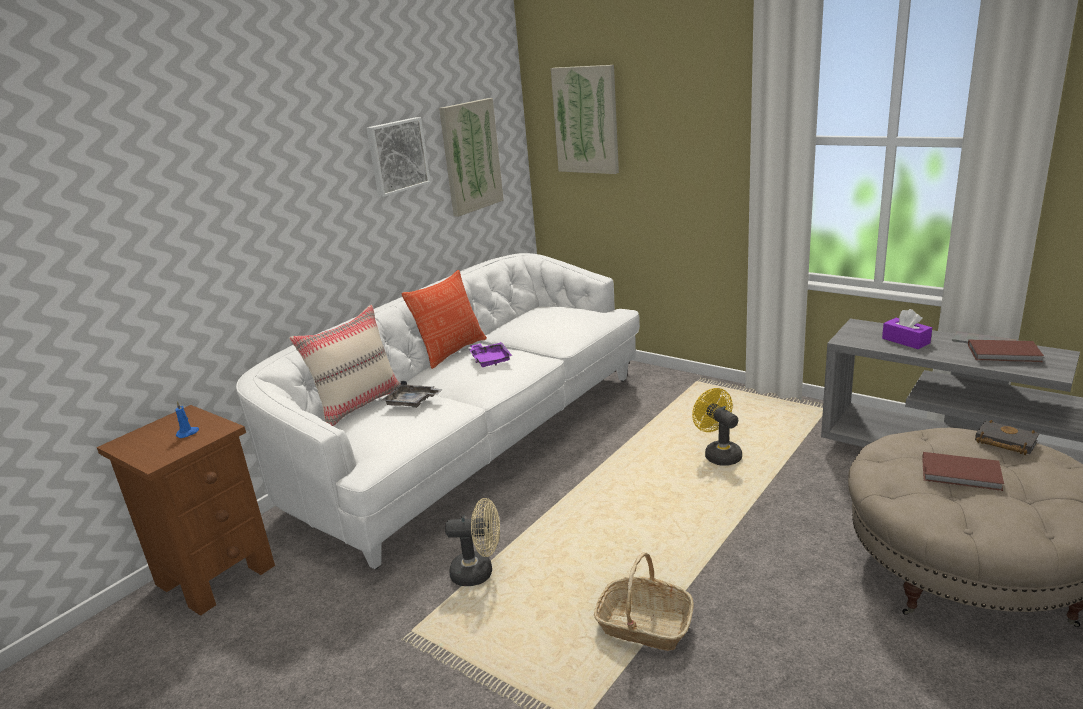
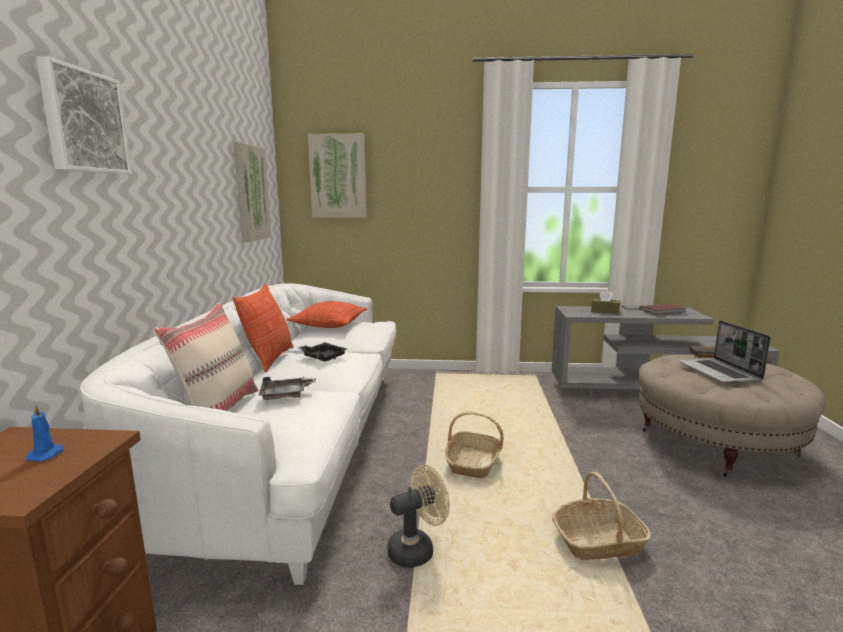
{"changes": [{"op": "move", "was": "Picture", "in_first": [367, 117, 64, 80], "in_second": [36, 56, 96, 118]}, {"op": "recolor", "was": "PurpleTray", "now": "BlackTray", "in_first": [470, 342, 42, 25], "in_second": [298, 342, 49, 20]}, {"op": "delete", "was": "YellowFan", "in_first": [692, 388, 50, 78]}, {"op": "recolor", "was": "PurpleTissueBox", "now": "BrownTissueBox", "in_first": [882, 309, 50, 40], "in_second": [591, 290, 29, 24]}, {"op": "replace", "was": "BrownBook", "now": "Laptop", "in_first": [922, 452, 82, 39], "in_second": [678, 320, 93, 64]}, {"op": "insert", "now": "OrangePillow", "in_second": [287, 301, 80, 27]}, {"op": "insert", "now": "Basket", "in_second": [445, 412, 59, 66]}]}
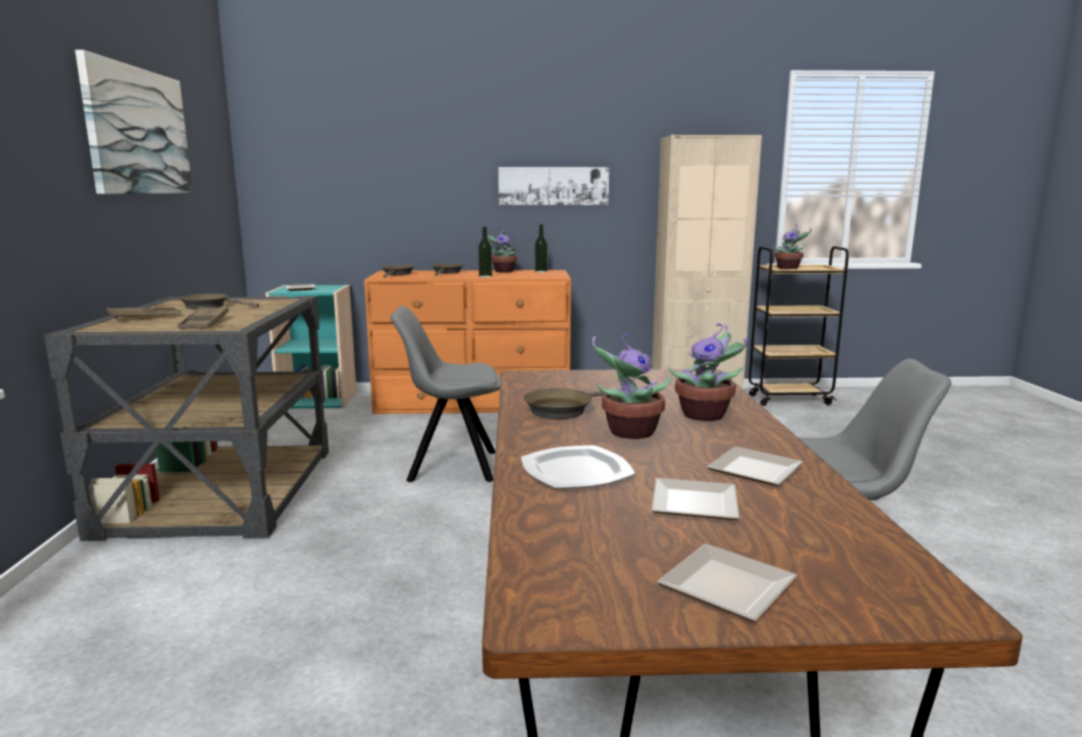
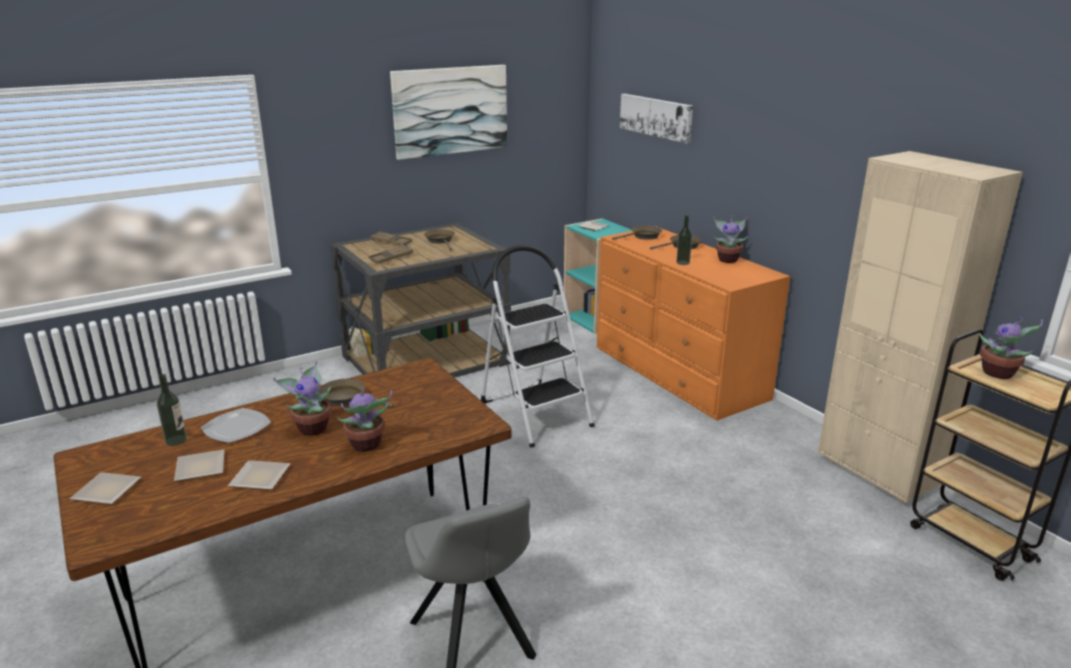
{"changes": [{"op": "replace", "was": "GreyChair", "now": "StepLadder", "in_first": [390, 306, 111, 176], "in_second": [481, 245, 114, 203]}, {"op": "move", "was": "Picture", "in_first": [498, 167, 111, 38], "in_second": [620, 94, 73, 50]}, {"op": "move", "was": "Bottle", "in_first": [535, 224, 13, 49], "in_second": [157, 374, 30, 72]}]}
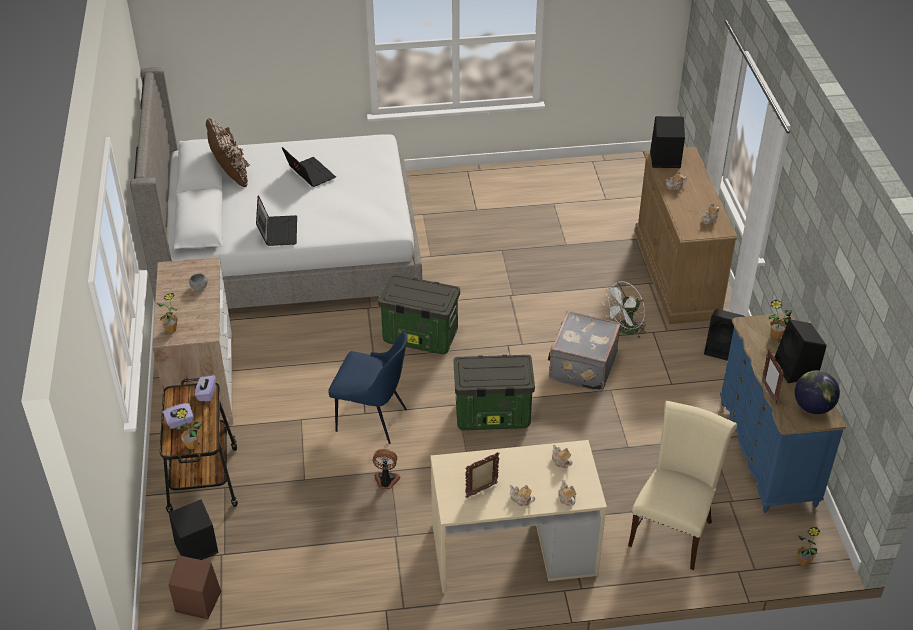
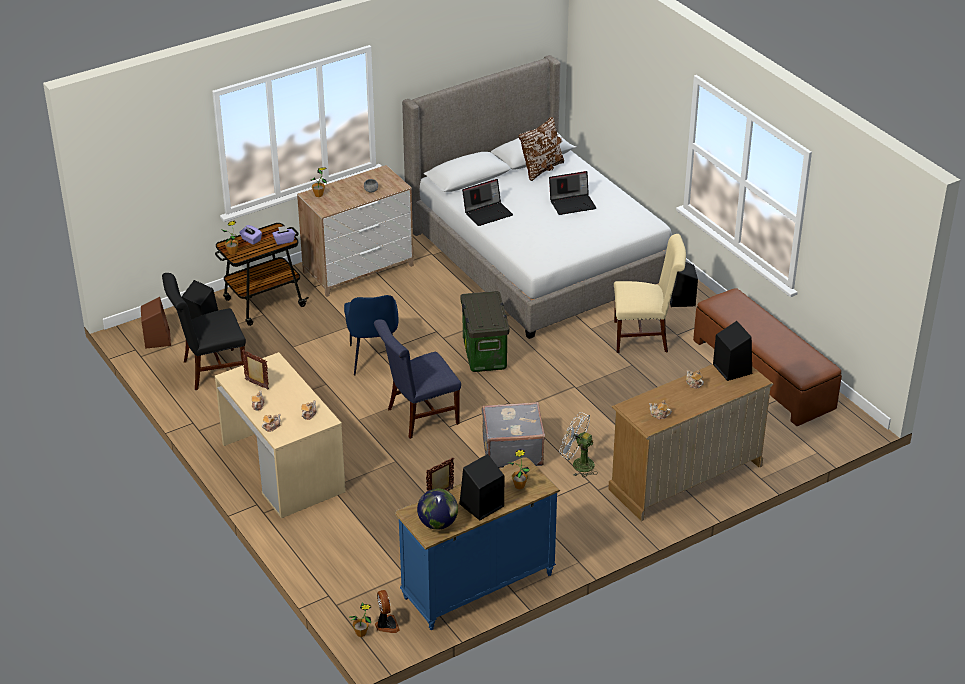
{"changes": [{"op": "rotate", "was": "Laptop", "in_first": [282, 147, 54, 40], "in_second": [549, 171, 47, 44], "clockwise": 45}, {"op": "move", "was": "Fan", "in_first": [373, 449, 28, 41], "in_second": [375, 590, 25, 43]}, {"op": "replace", "was": "StorageBox", "now": "BlueChair", "in_first": [454, 355, 81, 75], "in_second": [374, 319, 87, 120]}, {"op": "move", "was": "BeigeChair", "in_first": [628, 401, 109, 169], "in_second": [614, 234, 72, 119]}, {"op": "move", "was": "BlackSpeaker", "in_first": [704, 309, 41, 52], "in_second": [670, 262, 28, 45]}, {"op": "insert", "now": "BlackChair", "in_second": [162, 273, 84, 117]}, {"op": "insert", "now": "BrownBench", "in_second": [693, 288, 149, 138]}]}
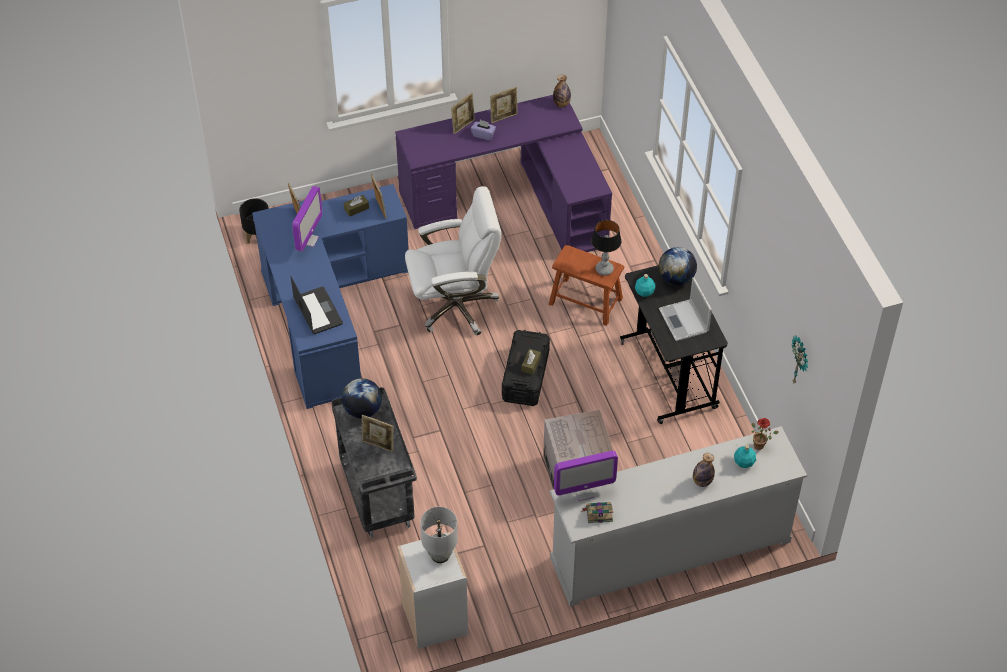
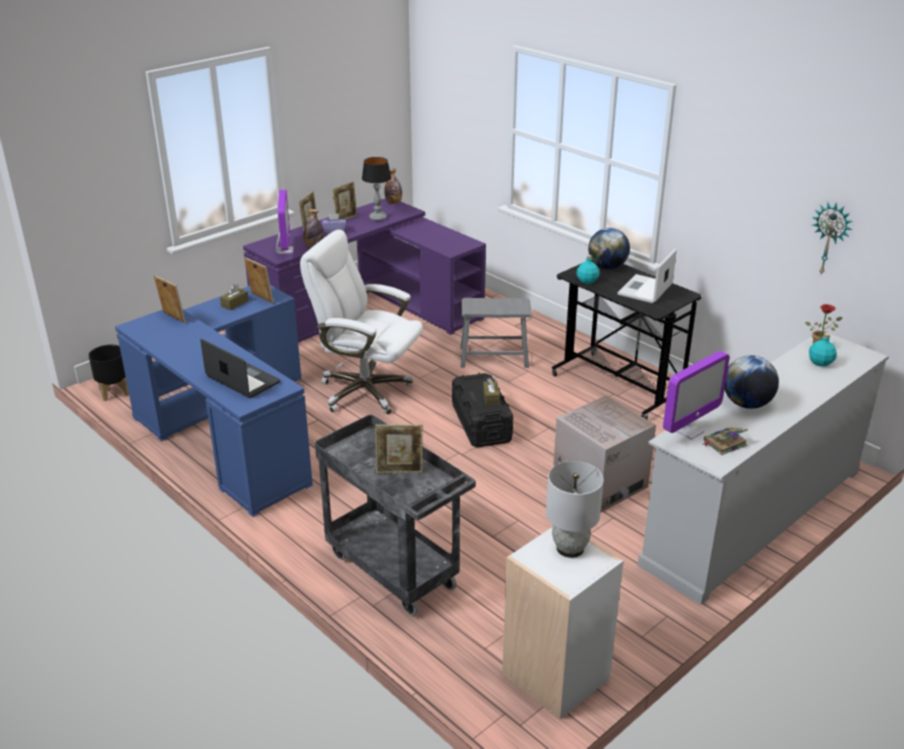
{"changes": [{"op": "move", "was": "Monitor", "in_first": [292, 186, 31, 66], "in_second": [276, 189, 18, 65]}, {"op": "move", "was": "Globe", "in_first": [342, 378, 40, 41], "in_second": [725, 355, 54, 54]}, {"op": "rotate", "was": "WhiteOfficeChair", "in_first": [405, 186, 97, 150], "in_second": [300, 230, 123, 185], "clockwise": -120}, {"op": "recolor", "was": "BrownStool", "now": "GreyStool", "in_first": [549, 245, 75, 81], "in_second": [460, 298, 72, 70]}, {"op": "move", "was": "TableLamp", "in_first": [591, 220, 30, 55], "in_second": [362, 157, 29, 64]}, {"op": "rotate", "was": "Laptop", "in_first": [659, 277, 53, 64], "in_second": [617, 249, 60, 54], "clockwise": 75}, {"op": "move", "was": "Bottle", "in_first": [693, 453, 22, 34], "in_second": [303, 209, 20, 38]}]}
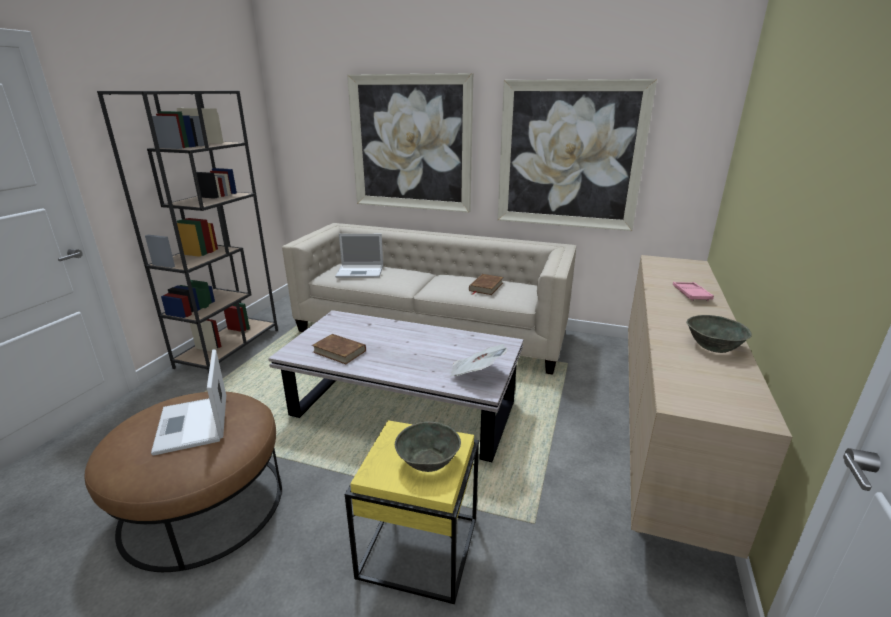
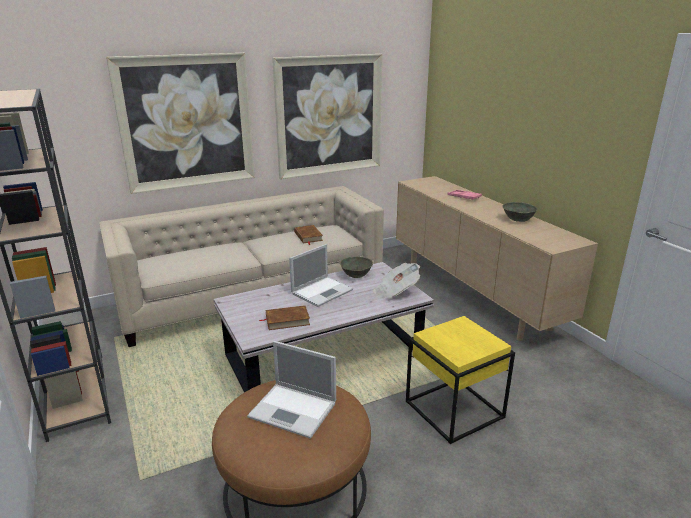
{"changes": [{"op": "move", "was": "Laptop", "in_first": [335, 234, 48, 44], "in_second": [289, 244, 64, 63]}, {"op": "move", "was": "GreyBowl", "in_first": [395, 421, 66, 51], "in_second": [340, 256, 33, 22]}]}
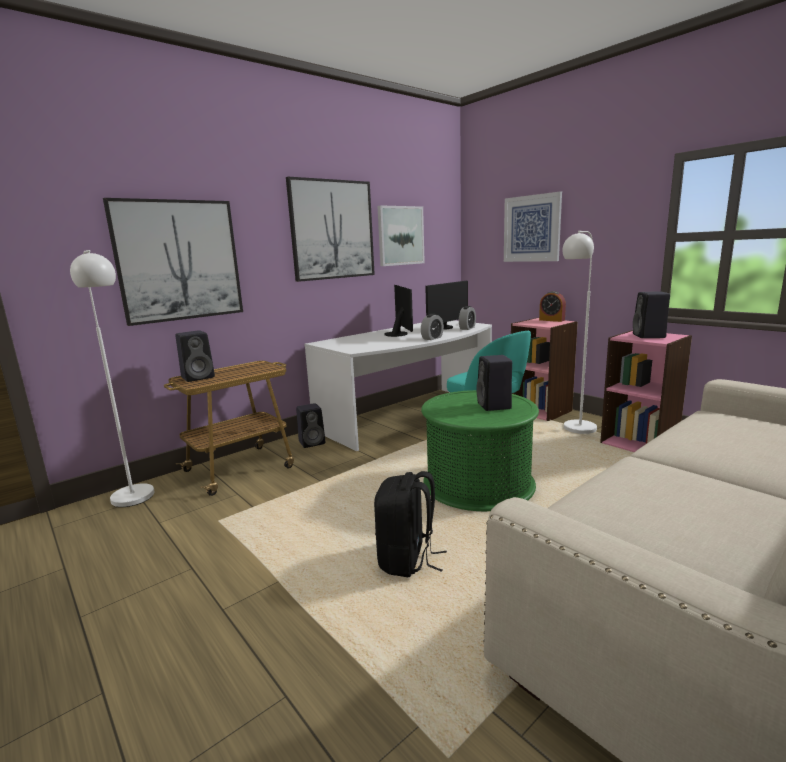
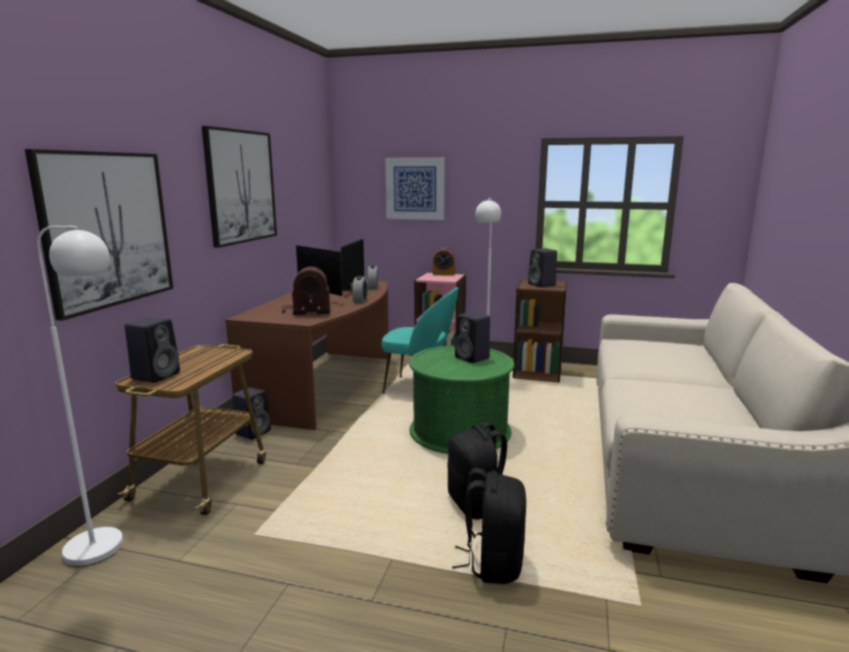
{"changes": [{"op": "recolor", "was": "WhiteDesk", "now": "BrownDesk", "in_first": [304, 320, 188, 131], "in_second": [225, 281, 164, 149]}, {"op": "delete", "was": "Picture", "in_first": [377, 205, 48, 61]}, {"op": "recolor", "was": "PinkBookcase", "now": "BrownBookcase", "in_first": [600, 330, 92, 122], "in_second": [513, 280, 54, 103]}, {"op": "insert", "now": "Radio", "in_second": [282, 266, 48, 49]}, {"op": "insert", "now": "BlackBackpack", "in_second": [452, 468, 74, 116]}]}
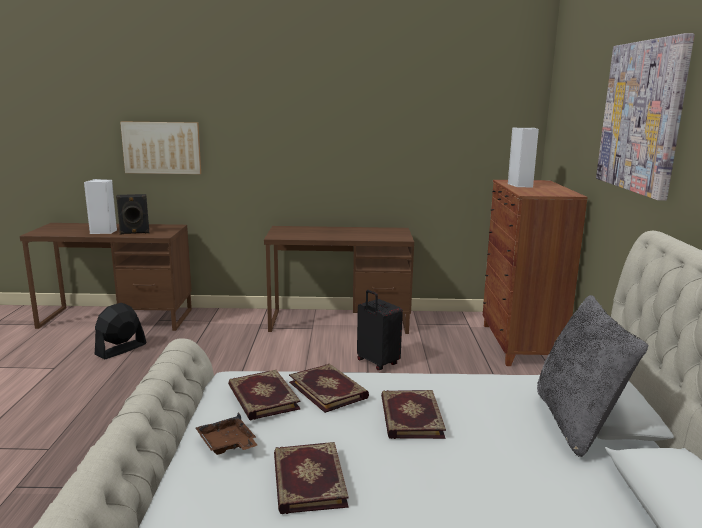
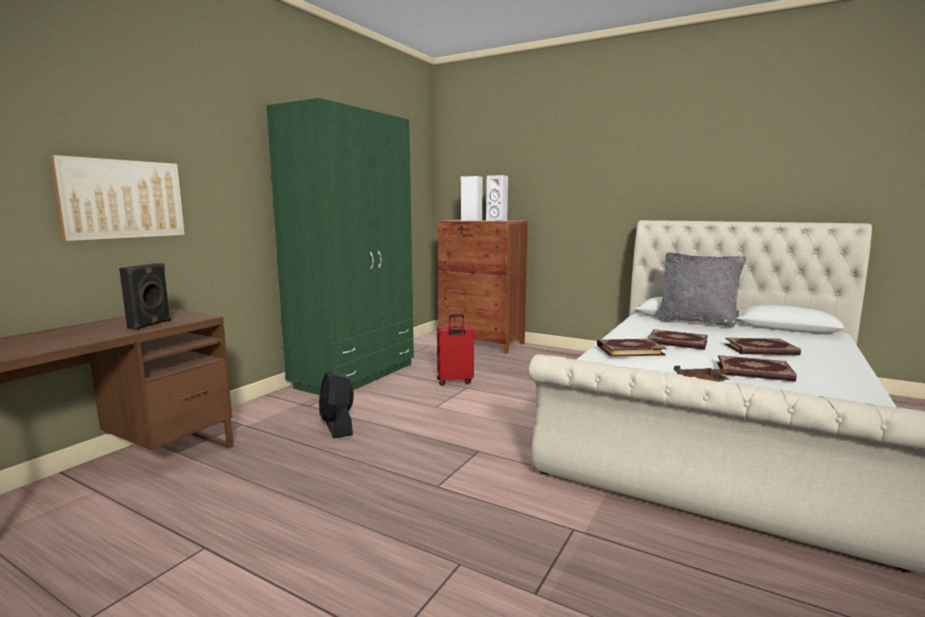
{"changes": [{"op": "move", "was": "WhiteSpeaker", "in_first": [84, 179, 33, 55], "in_second": [486, 175, 22, 46]}, {"op": "move", "was": "BlackFan", "in_first": [95, 303, 52, 56], "in_second": [319, 370, 35, 68]}, {"op": "move", "was": "Book", "in_first": [228, 370, 73, 50], "in_second": [725, 338, 76, 17]}, {"op": "replace", "was": "BrownDesk", "now": "GreenWardrobe", "in_first": [264, 226, 150, 108], "in_second": [266, 98, 148, 297]}, {"op": "recolor", "was": "BlackSuitcase", "now": "RedSuitcase", "in_first": [357, 290, 46, 80], "in_second": [437, 314, 37, 72]}, {"op": "delete", "was": "Picture", "in_first": [596, 33, 99, 168]}]}
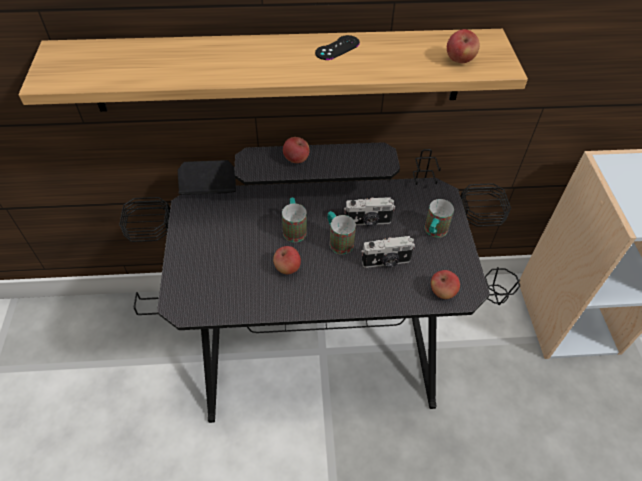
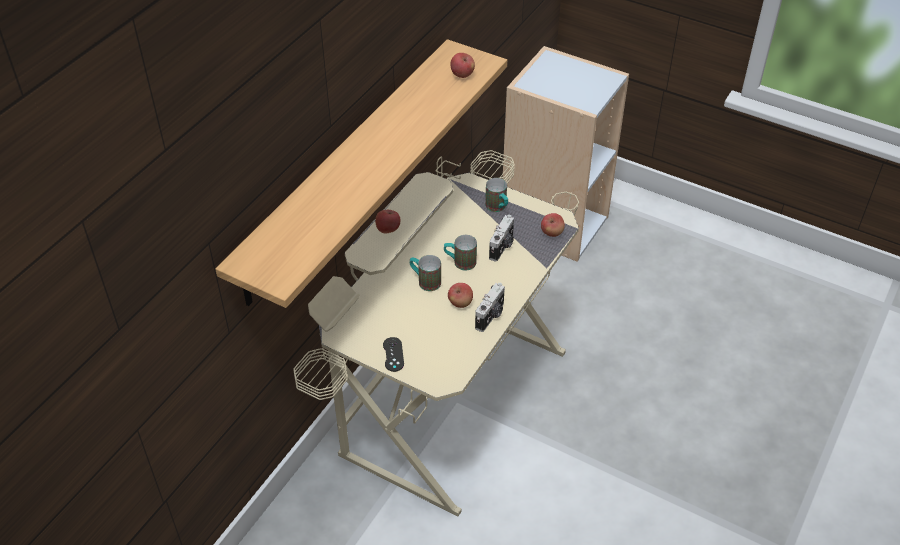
{"changes": [{"op": "recolor", "was": "BlackDesk", "now": "BeigeDesk", "in_first": [119, 142, 401, 281], "in_second": [293, 150, 286, 367]}, {"op": "move", "was": "BlackGameController", "in_first": [315, 35, 45, 25], "in_second": [383, 337, 21, 35]}, {"op": "move", "was": "PhotoCamera", "in_first": [344, 197, 51, 29], "in_second": [475, 283, 30, 49]}]}
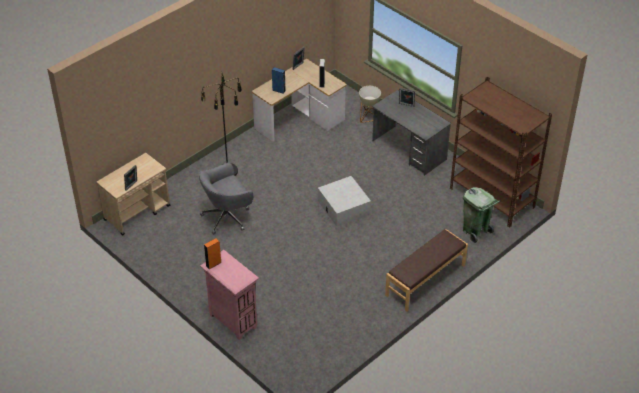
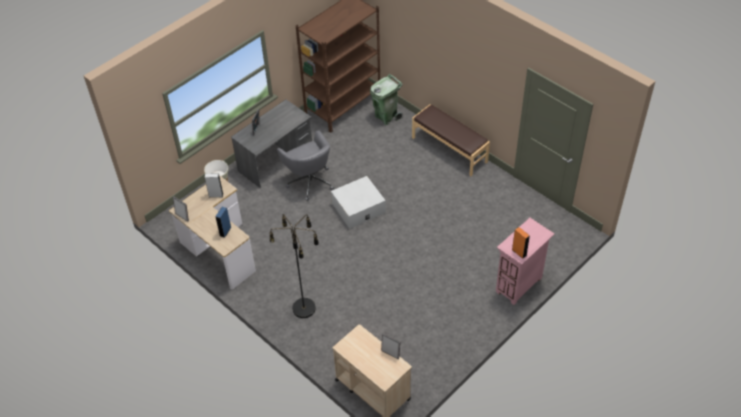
{"changes": [{"op": "move", "was": "GreyOfficeChair", "in_first": [199, 163, 54, 71], "in_second": [277, 131, 57, 70]}]}
